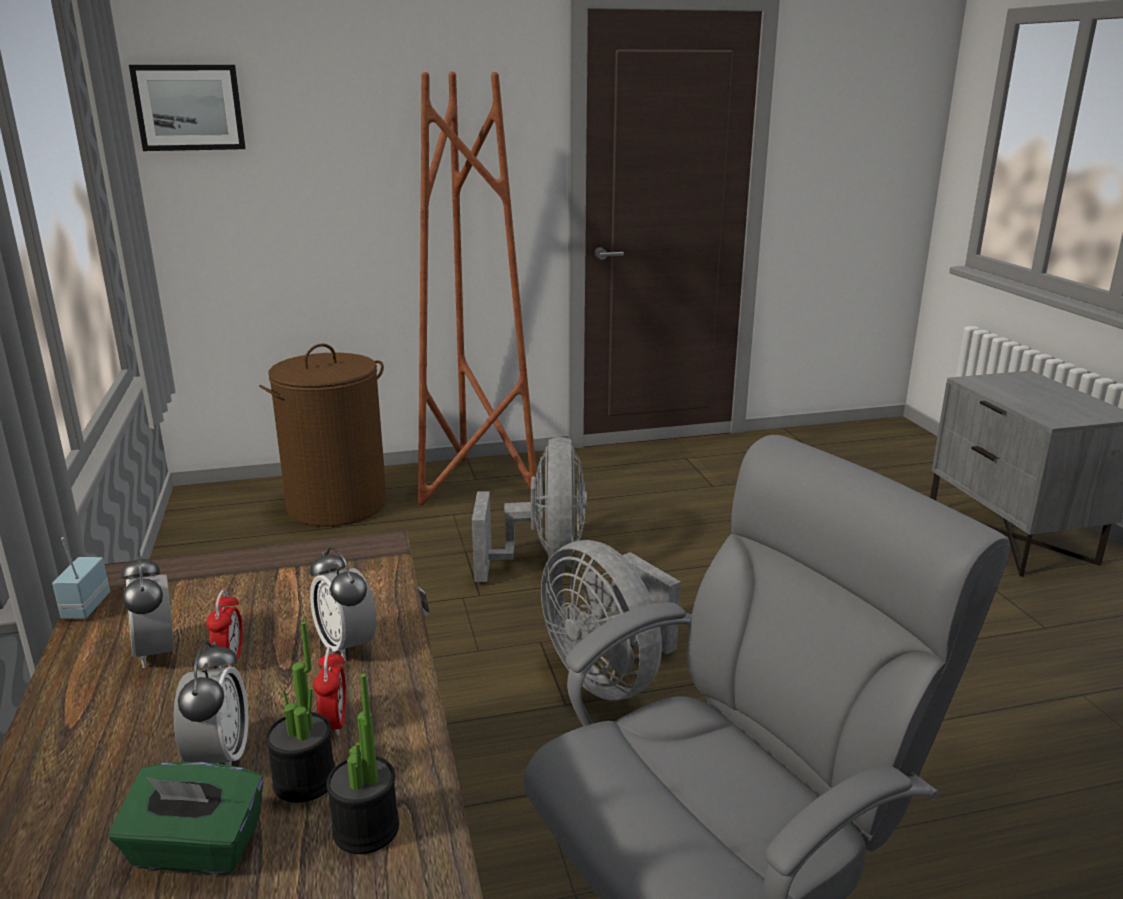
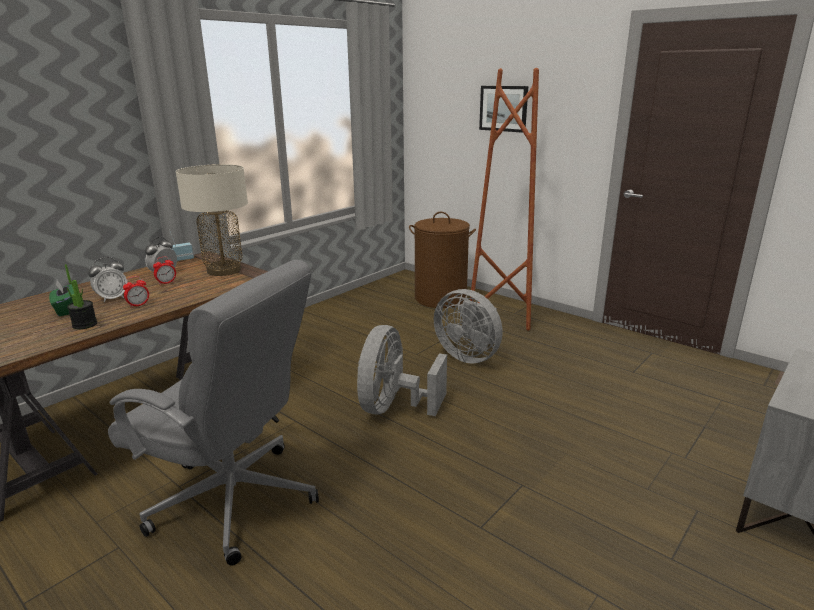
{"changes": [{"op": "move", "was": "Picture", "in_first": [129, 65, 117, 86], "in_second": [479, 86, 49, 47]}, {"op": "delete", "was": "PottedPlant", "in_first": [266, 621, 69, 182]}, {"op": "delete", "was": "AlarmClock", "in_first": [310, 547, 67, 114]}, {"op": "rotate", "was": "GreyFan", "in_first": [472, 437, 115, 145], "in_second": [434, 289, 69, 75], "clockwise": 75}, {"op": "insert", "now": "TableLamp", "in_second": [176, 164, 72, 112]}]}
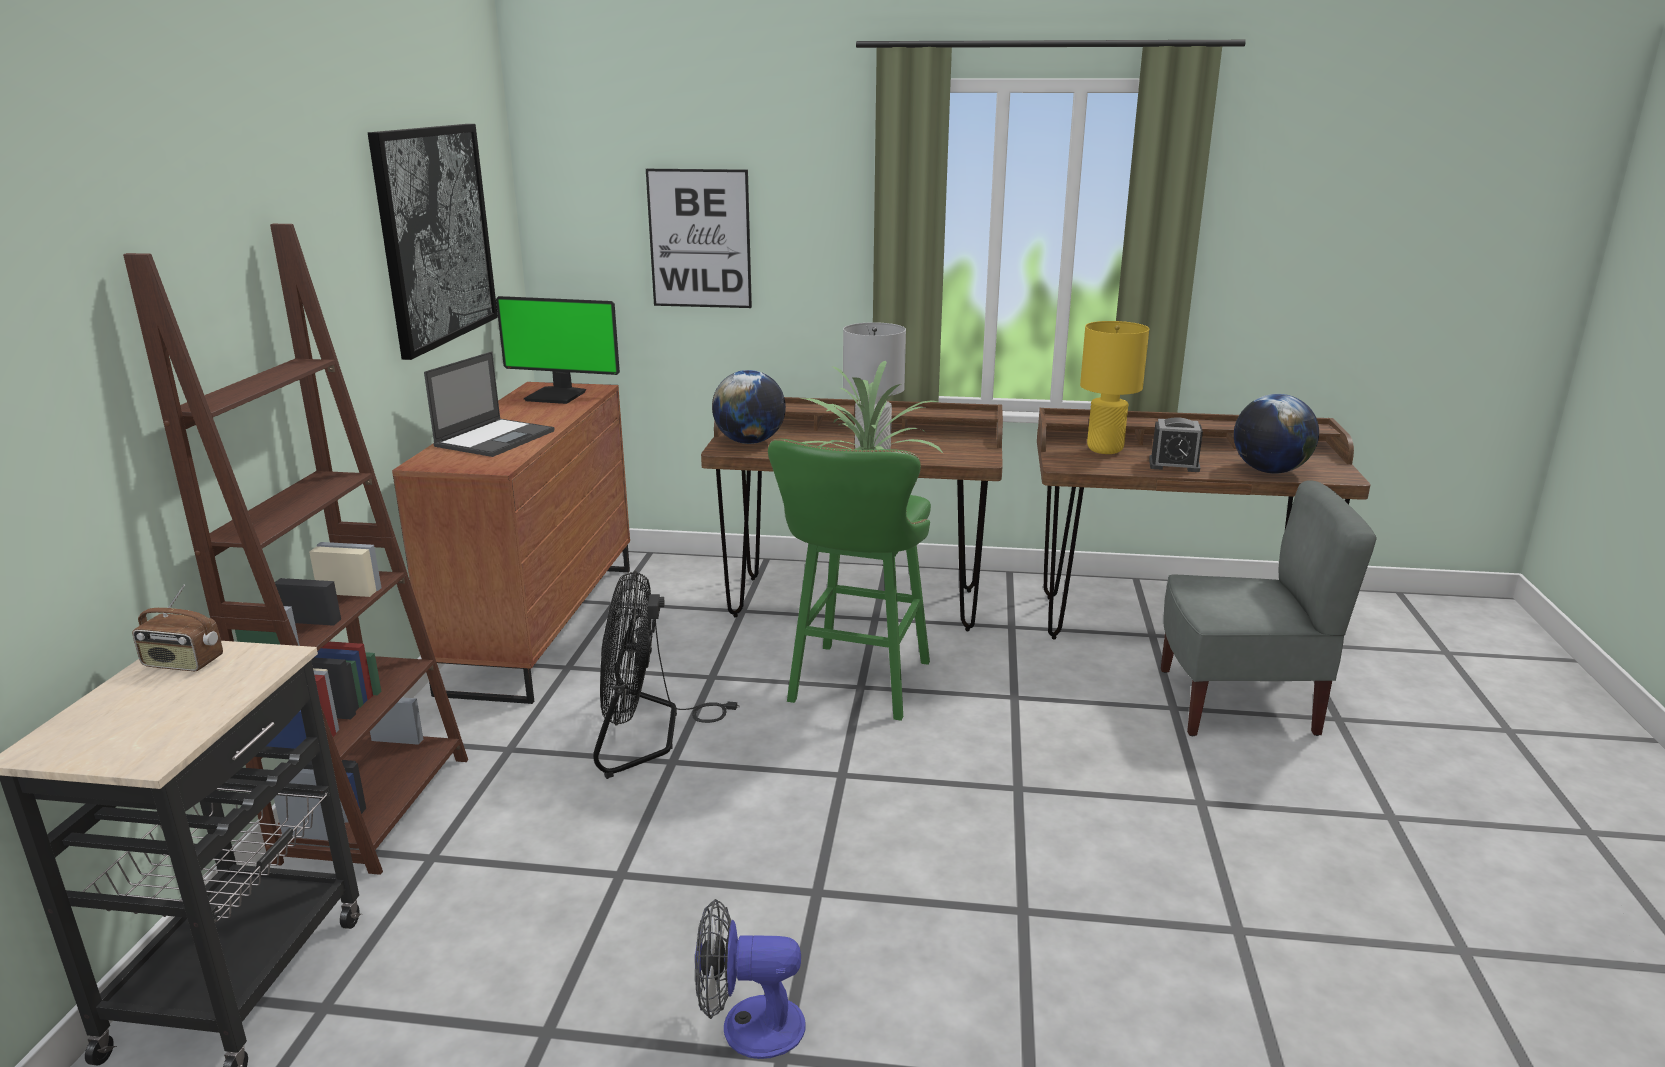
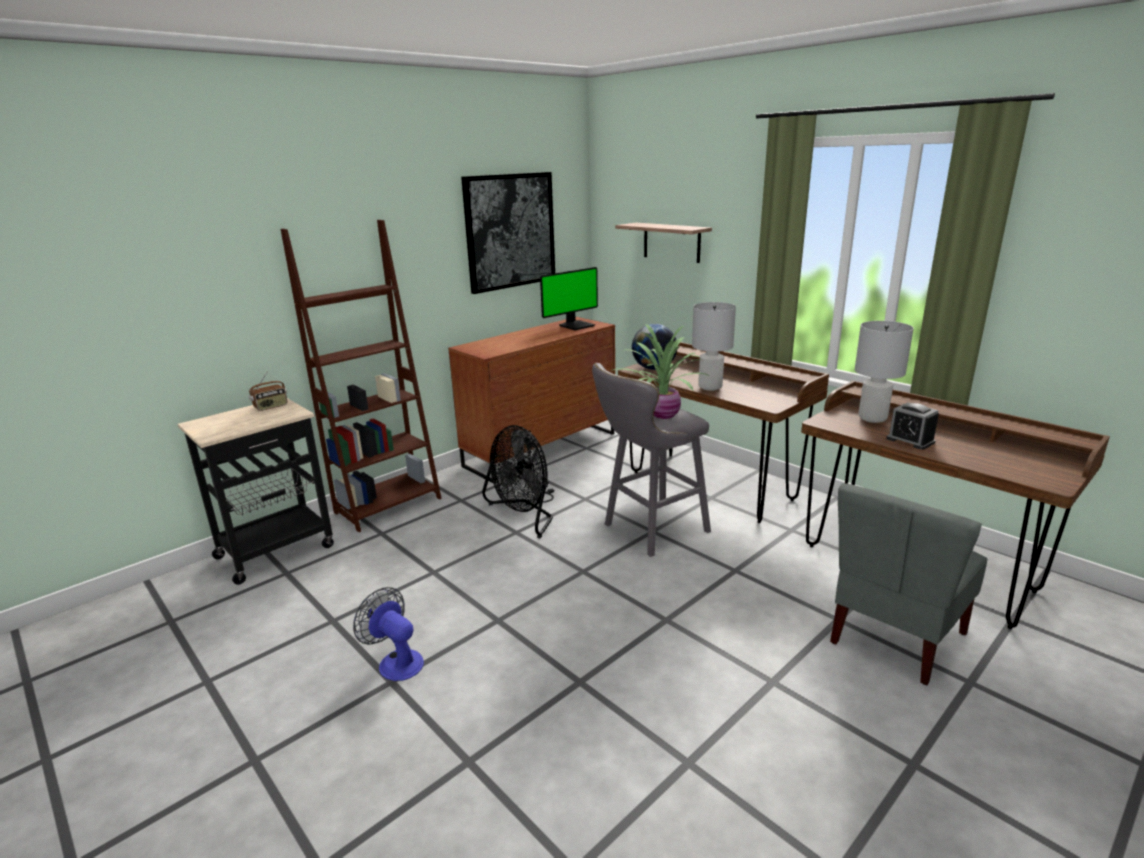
{"changes": [{"op": "rotate", "was": "Radio", "in_first": [132, 585, 91, 86], "in_second": [249, 371, 39, 40], "clockwise": -90}, {"op": "delete", "was": "Laptop", "in_first": [424, 351, 130, 106]}, {"op": "rotate", "was": "Monitor", "in_first": [496, 296, 124, 108], "in_second": [540, 267, 58, 63], "clockwise": -90}, {"op": "rotate", "was": "BlackFan", "in_first": [593, 571, 146, 208], "in_second": [482, 425, 73, 114], "clockwise": -75}, {"op": "replace", "was": "Picture", "now": "Shelf", "in_first": [646, 169, 106, 139], "in_second": [615, 223, 97, 40]}, {"op": "recolor", "was": "GreenStool", "now": "GreyStool", "in_first": [768, 439, 163, 282], "in_second": [592, 363, 119, 194]}, {"op": "recolor", "was": "YellowTableLamp", "now": "GreyTableLamp", "in_first": [1080, 321, 69, 133], "in_second": [855, 321, 59, 102]}, {"op": "rotate", "was": "GreyChair", "in_first": [1161, 480, 216, 256], "in_second": [830, 483, 157, 202], "clockwise": 90}, {"op": "delete", "was": "Globe", "in_first": [1234, 394, 85, 80]}]}
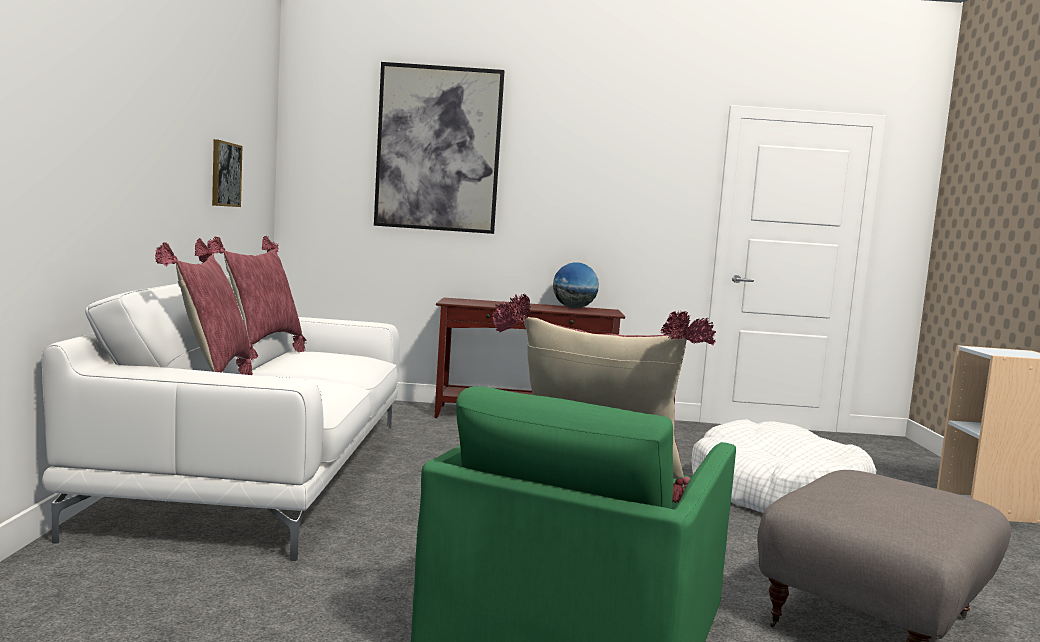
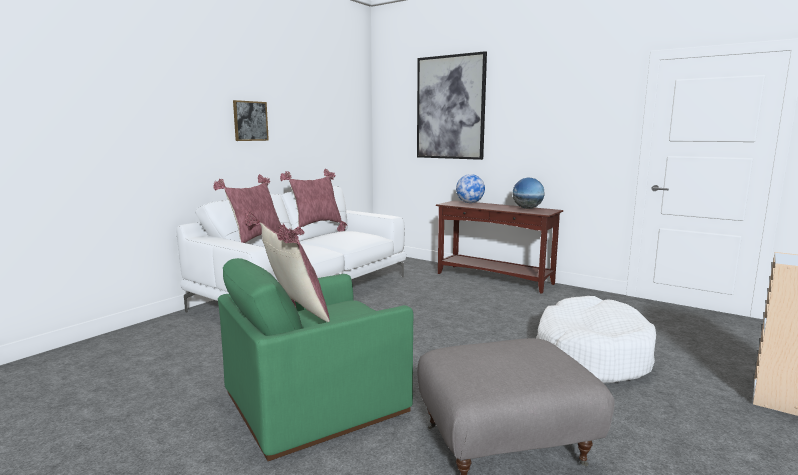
{"changes": [{"op": "move", "was": "Picture", "in_first": [212, 139, 30, 68], "in_second": [233, 100, 36, 41]}, {"op": "insert", "now": "Globe", "in_second": [456, 174, 29, 29]}]}
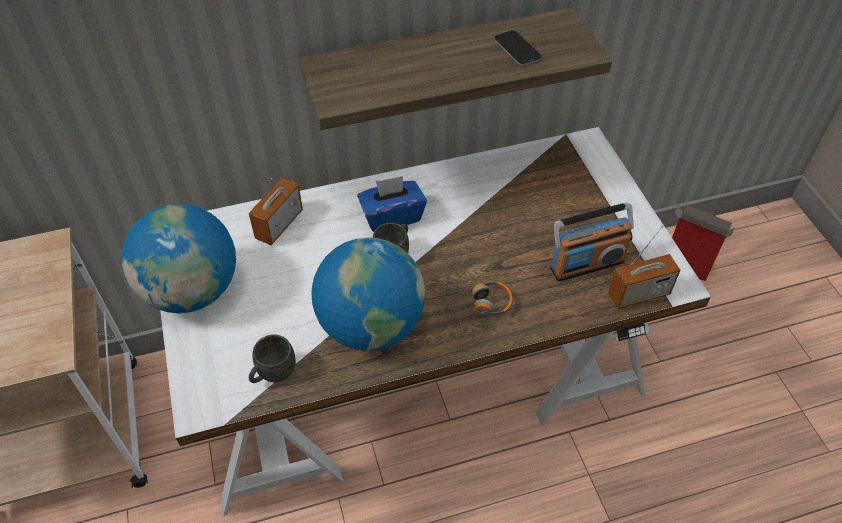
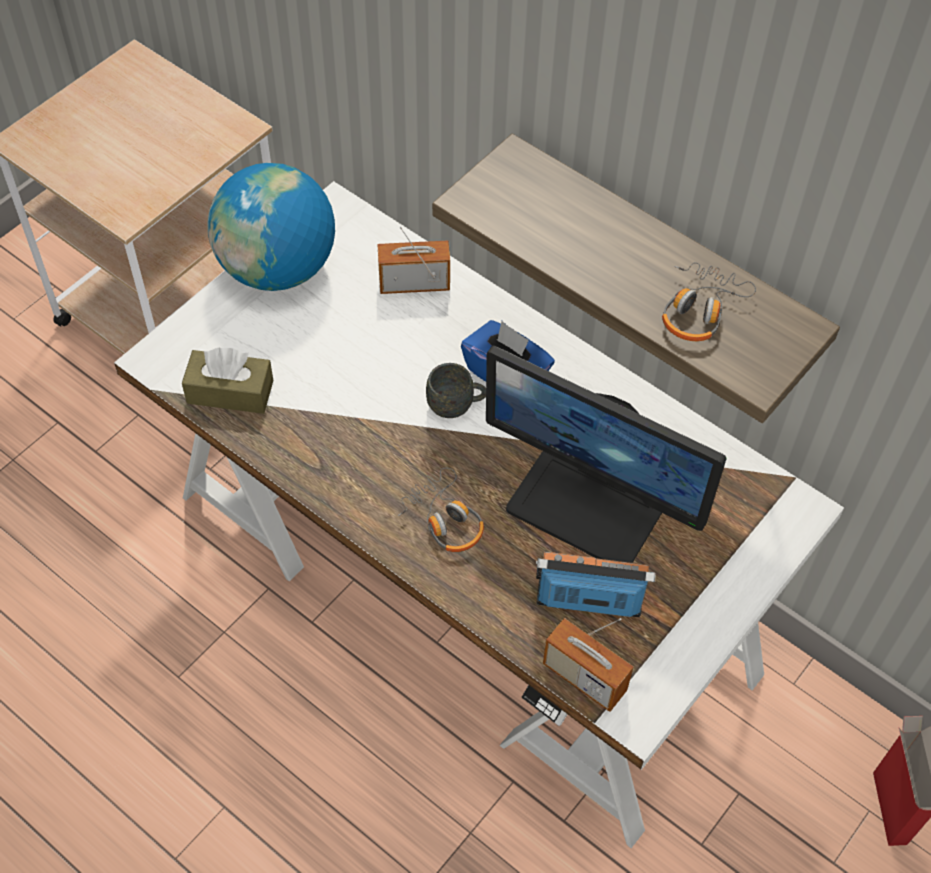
{"changes": [{"op": "replace", "was": "GreyMug", "now": "BrownTissueBox", "in_first": [249, 334, 47, 49], "in_second": [182, 348, 92, 66]}, {"op": "delete", "was": "Globe", "in_first": [312, 237, 113, 114]}, {"op": "replace", "was": "Phone", "now": "Headphones", "in_first": [494, 30, 48, 36], "in_second": [662, 262, 94, 79]}, {"op": "rotate", "was": "Radio", "in_first": [550, 202, 84, 79], "in_second": [536, 552, 120, 65], "clockwise": 150}, {"op": "insert", "now": "Monitor", "in_second": [486, 346, 241, 217]}]}
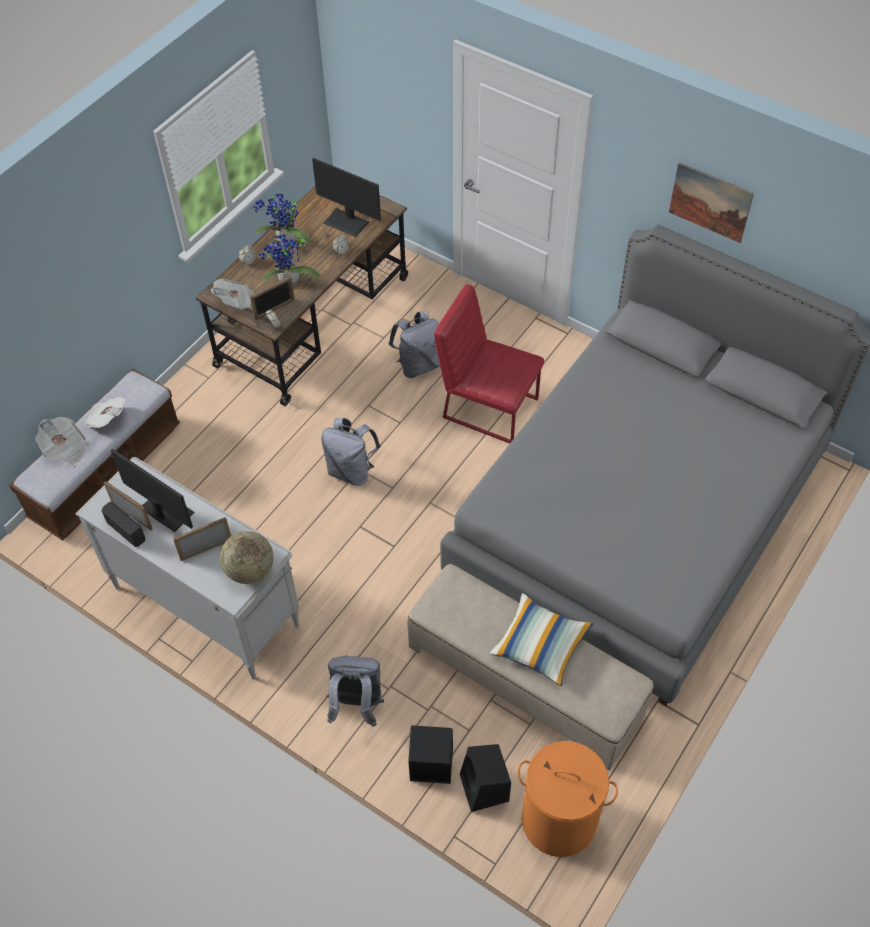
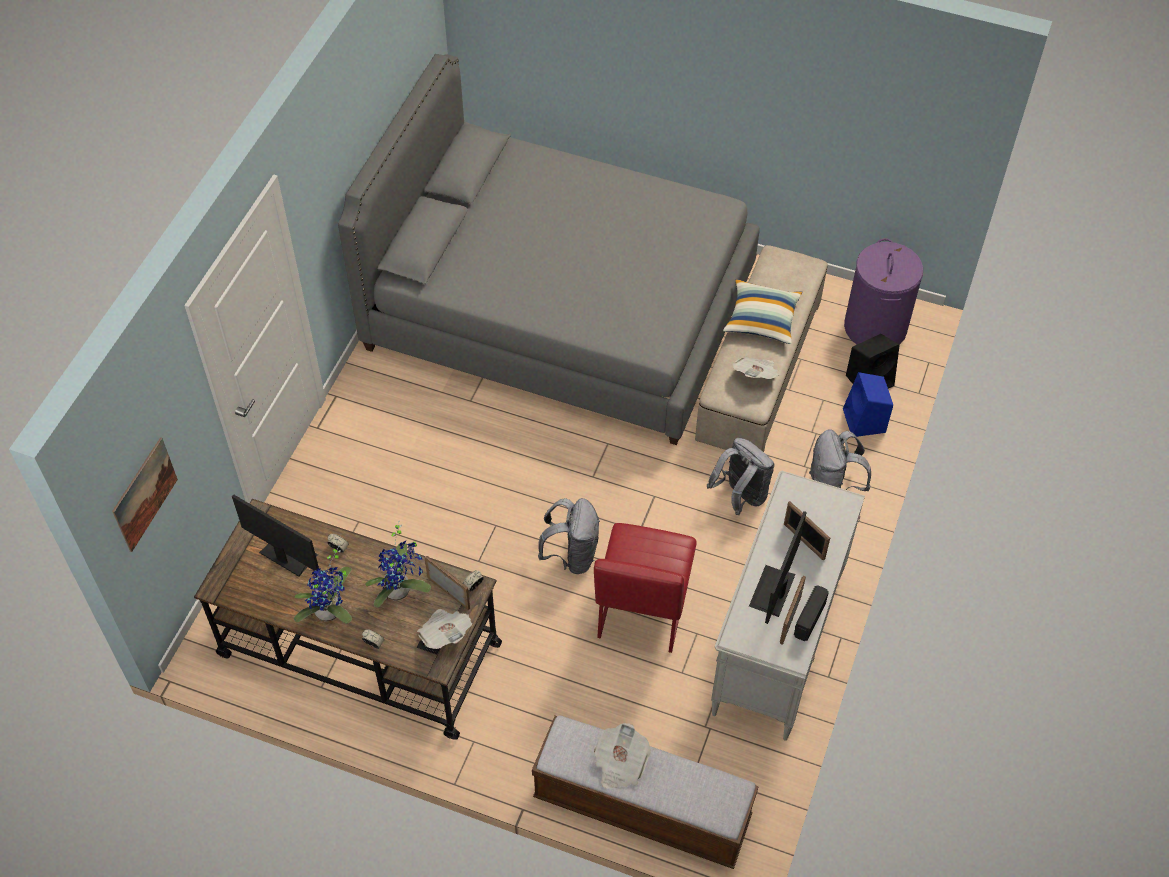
{"changes": [{"op": "move", "was": "Newspaper", "in_first": [35, 417, 54, 49], "in_second": [732, 356, 47, 23]}, {"op": "delete", "was": "Globe", "in_first": [220, 531, 53, 53]}, {"op": "rotate", "was": "Monitor", "in_first": [312, 158, 69, 79], "in_second": [232, 495, 87, 81], "clockwise": -75}, {"op": "move", "was": "GreyBackpack", "in_first": [389, 311, 51, 67], "in_second": [707, 438, 68, 77]}, {"op": "recolor", "was": "BlackSpeaker", "now": "BlueSpeaker", "in_first": [408, 725, 45, 59], "in_second": [843, 372, 50, 65]}, {"op": "move", "was": "RedChair", "in_first": [434, 284, 110, 159], "in_second": [594, 523, 103, 130]}, {"op": "recolor", "was": "OrangeLaundryBasket", "now": "PurpleLaundryBasket", "in_first": [518, 741, 100, 116], "in_second": [844, 238, 79, 107]}, {"op": "move", "was": "Picture", "in_first": [669, 162, 85, 81], "in_second": [112, 437, 66, 115]}]}
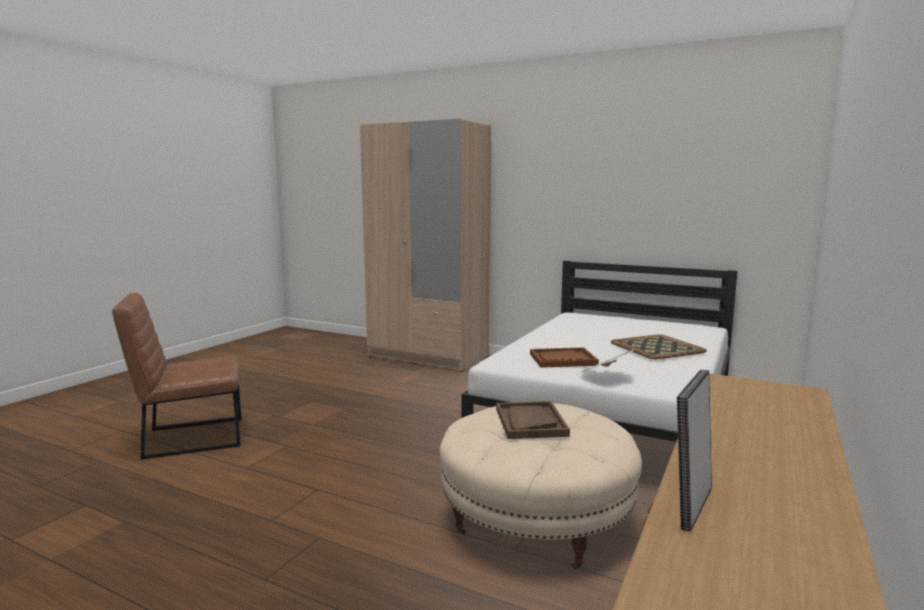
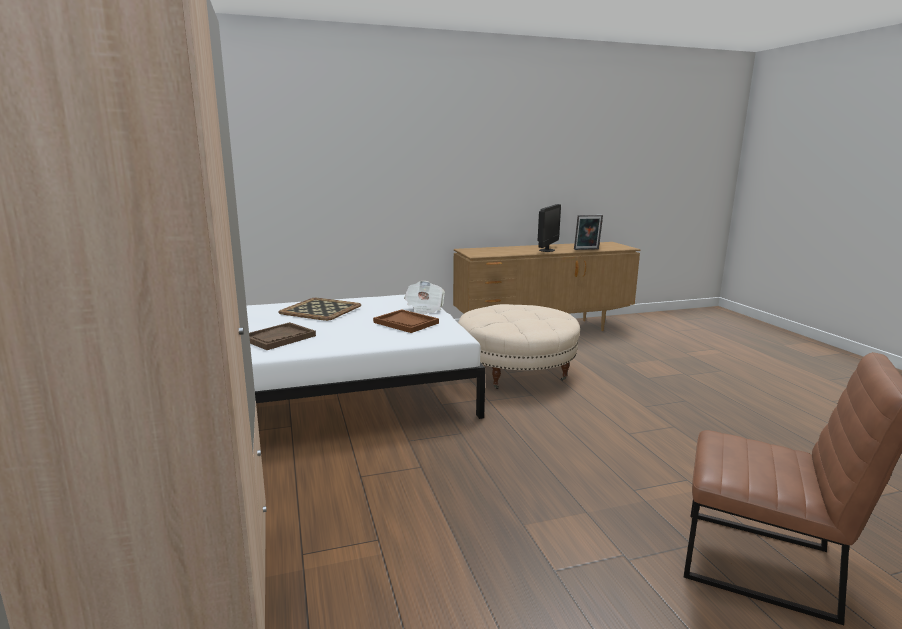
{"changes": [{"op": "move", "was": "BrownTray", "in_first": [496, 401, 74, 38], "in_second": [249, 322, 67, 28]}, {"op": "insert", "now": "Monitor", "in_second": [538, 204, 23, 48]}]}
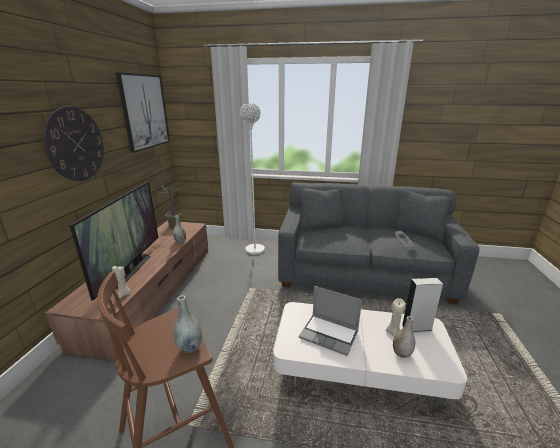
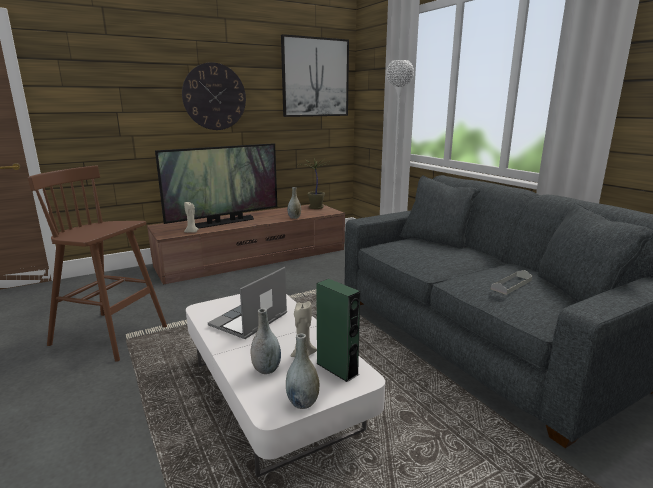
{"changes": [{"op": "move", "was": "GreyVase", "in_first": [173, 295, 29, 58], "in_second": [286, 333, 34, 76]}, {"op": "rotate", "was": "Laptop", "in_first": [299, 286, 63, 70], "in_second": [208, 267, 79, 72], "clockwise": 45}, {"op": "recolor", "was": "GreySpeaker", "now": "GreenSpeaker", "in_first": [402, 278, 41, 54], "in_second": [316, 279, 44, 103]}]}
